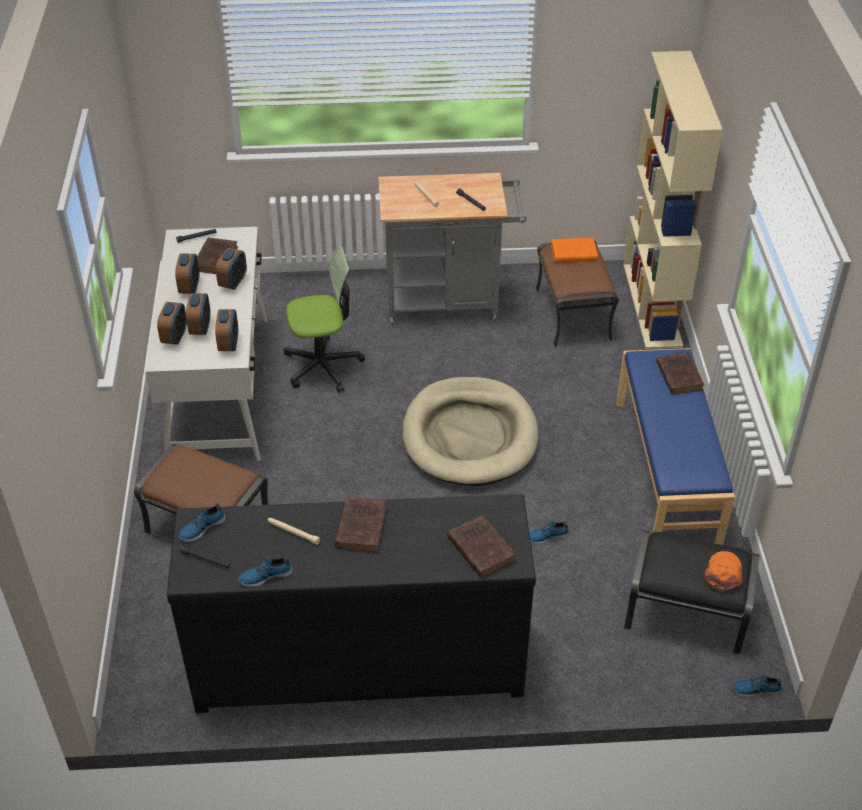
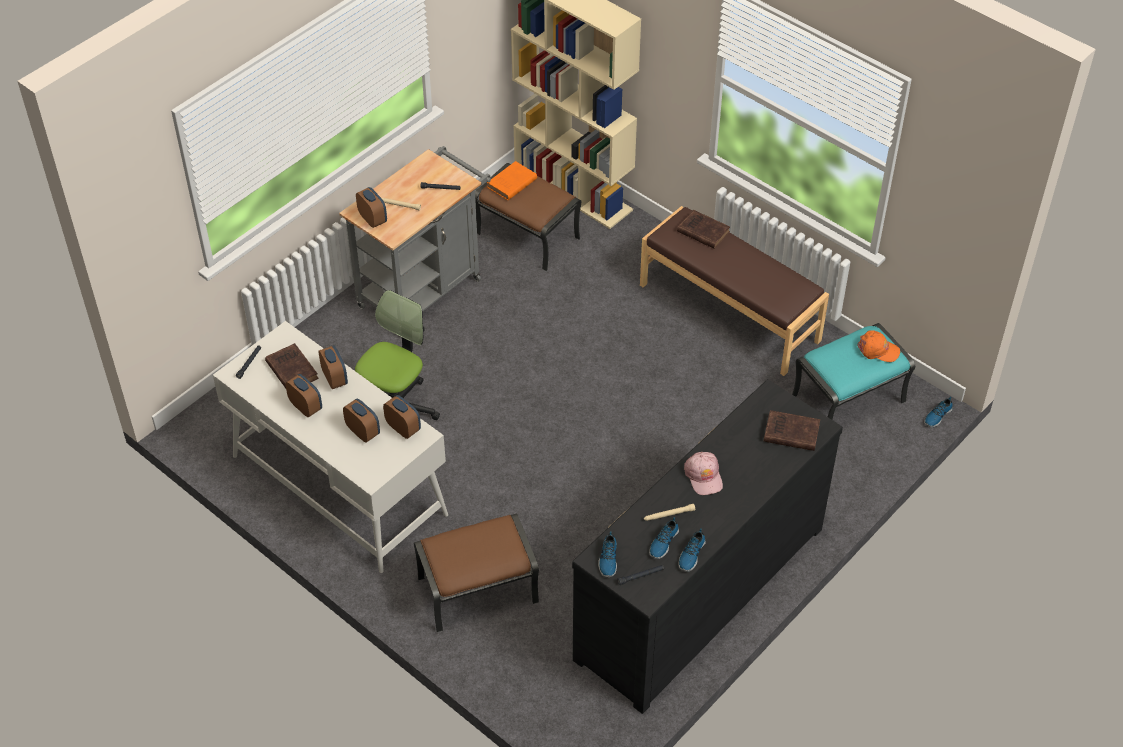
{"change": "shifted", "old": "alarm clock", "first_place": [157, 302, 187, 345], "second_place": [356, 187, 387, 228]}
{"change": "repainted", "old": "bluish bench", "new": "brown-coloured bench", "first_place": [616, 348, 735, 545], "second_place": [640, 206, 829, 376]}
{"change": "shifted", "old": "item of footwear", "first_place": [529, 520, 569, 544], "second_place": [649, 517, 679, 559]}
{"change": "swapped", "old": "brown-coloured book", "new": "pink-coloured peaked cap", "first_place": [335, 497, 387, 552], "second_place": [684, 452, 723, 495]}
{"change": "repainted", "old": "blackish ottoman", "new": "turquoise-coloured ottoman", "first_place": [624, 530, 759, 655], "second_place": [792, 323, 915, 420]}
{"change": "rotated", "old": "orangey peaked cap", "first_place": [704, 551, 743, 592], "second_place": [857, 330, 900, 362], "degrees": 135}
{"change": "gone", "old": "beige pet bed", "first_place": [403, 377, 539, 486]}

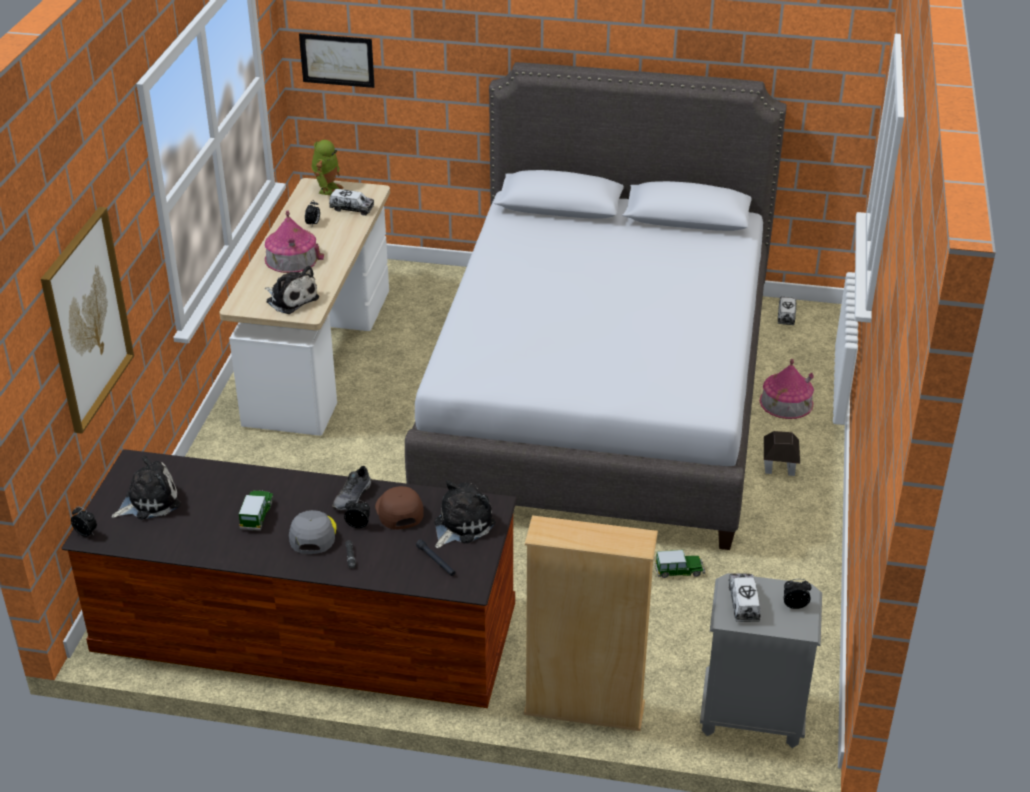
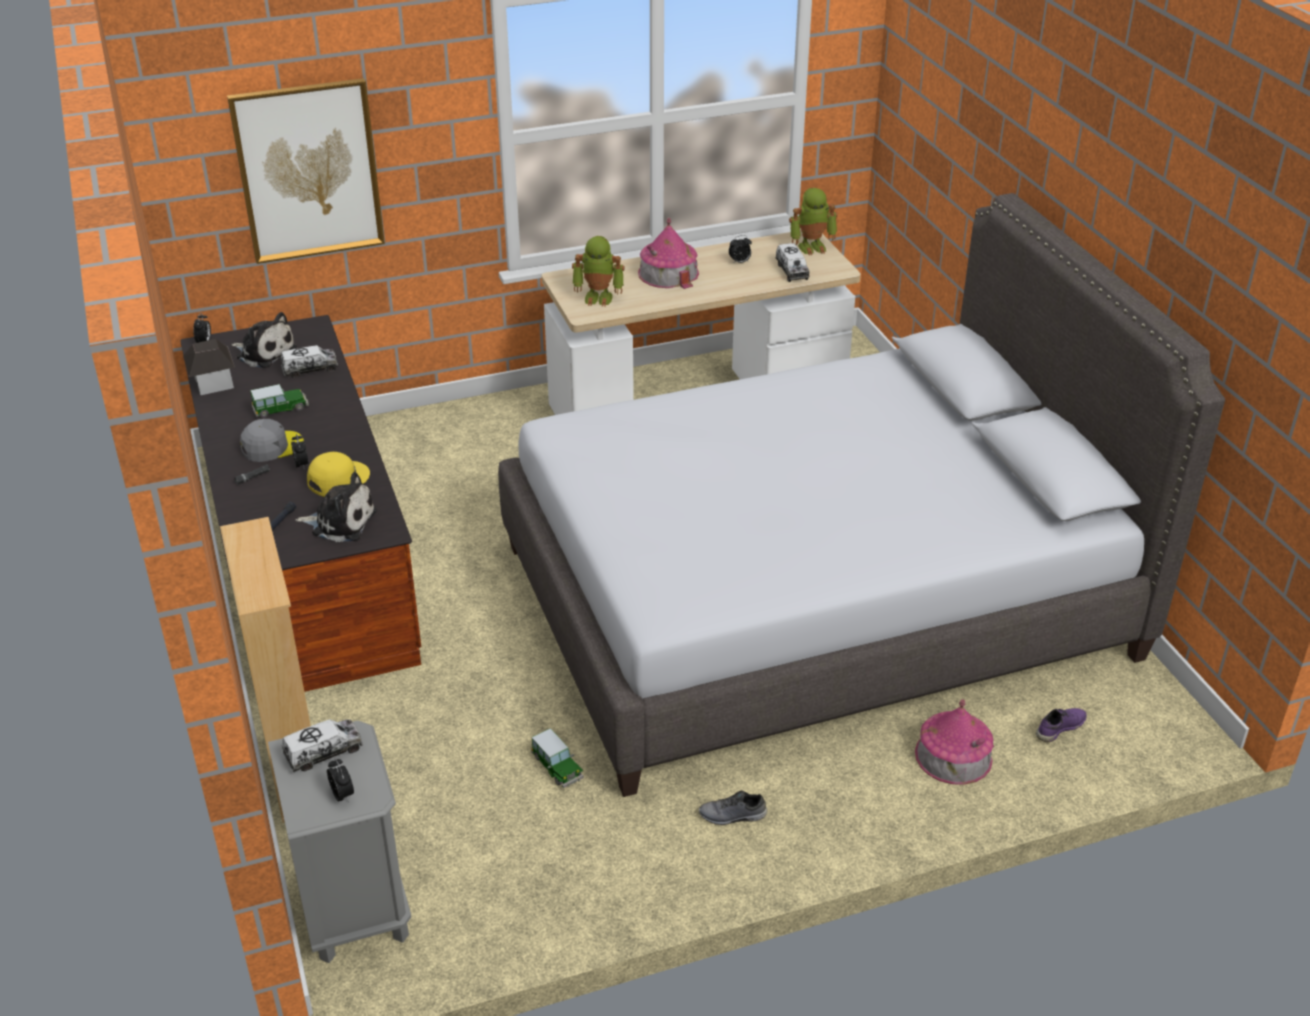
{"change": "shifted", "old": "miniature house", "first_place": [764, 431, 800, 476], "second_place": [183, 339, 235, 395]}
{"change": "shifted", "old": "toy lorry", "first_place": [778, 297, 796, 325], "second_place": [281, 345, 338, 378]}
{"change": "repainted", "old": "brown-coloured peaked cap", "new": "yellow peaked cap", "first_place": [375, 486, 424, 529], "second_place": [307, 452, 370, 497]}
{"change": "swapped", "old": "soft toy", "new": "toy robot", "first_place": [265, 266, 319, 314], "second_place": [572, 236, 625, 307]}
{"change": "shifted", "old": "gray item of footwear", "first_place": [332, 466, 371, 510], "second_place": [699, 791, 767, 825]}
{"change": "new", "new": "purple-coloured item of footwear", "second_place": [1036, 708, 1087, 742]}
{"change": "gone", "old": "picture", "first_place": [299, 33, 375, 88]}

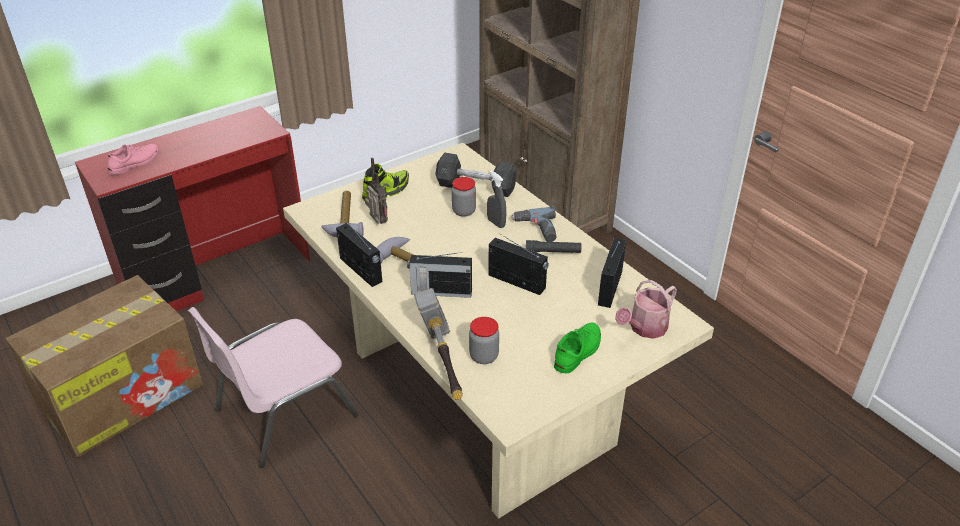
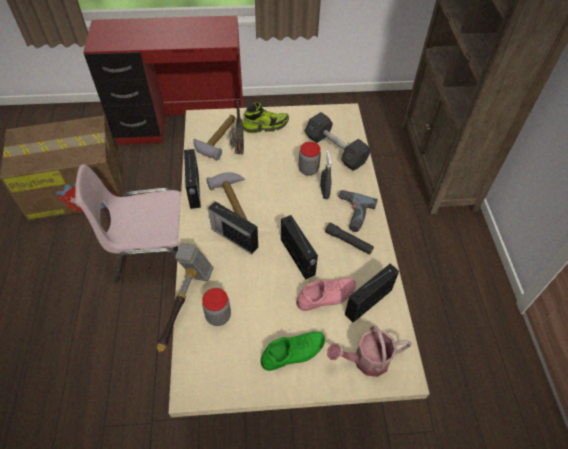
{"change": "shifted", "old": "pink-coloured item of footwear", "first_place": [108, 144, 159, 175], "second_place": [296, 278, 356, 311]}

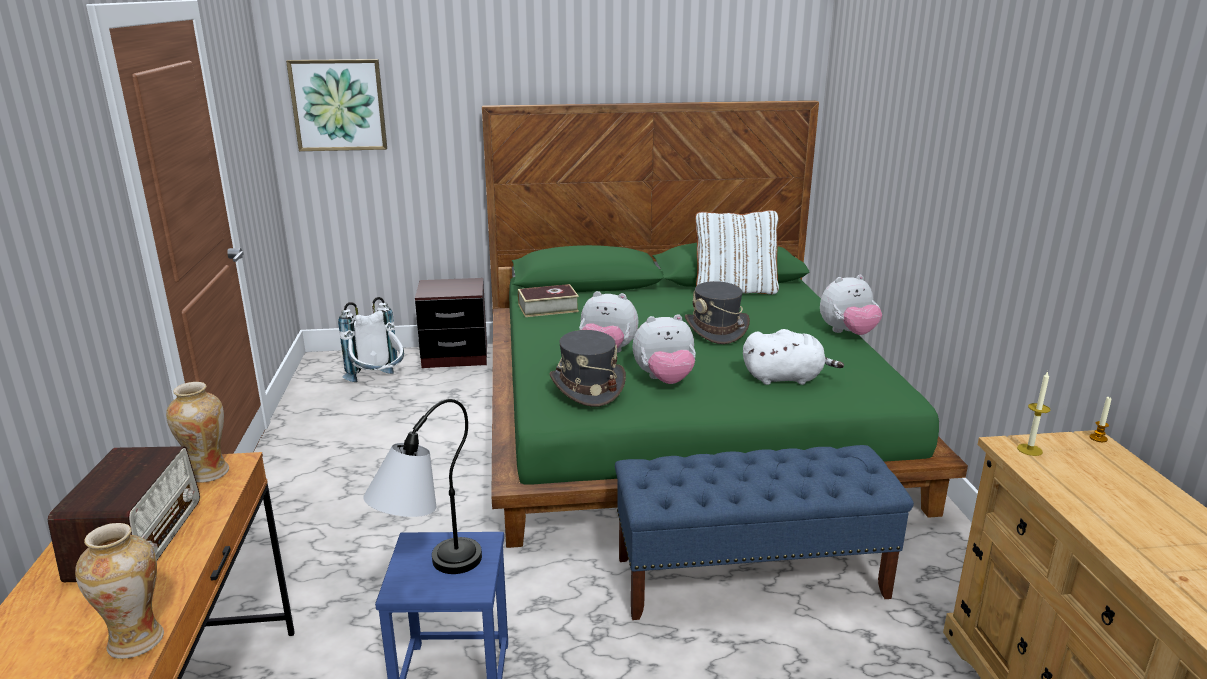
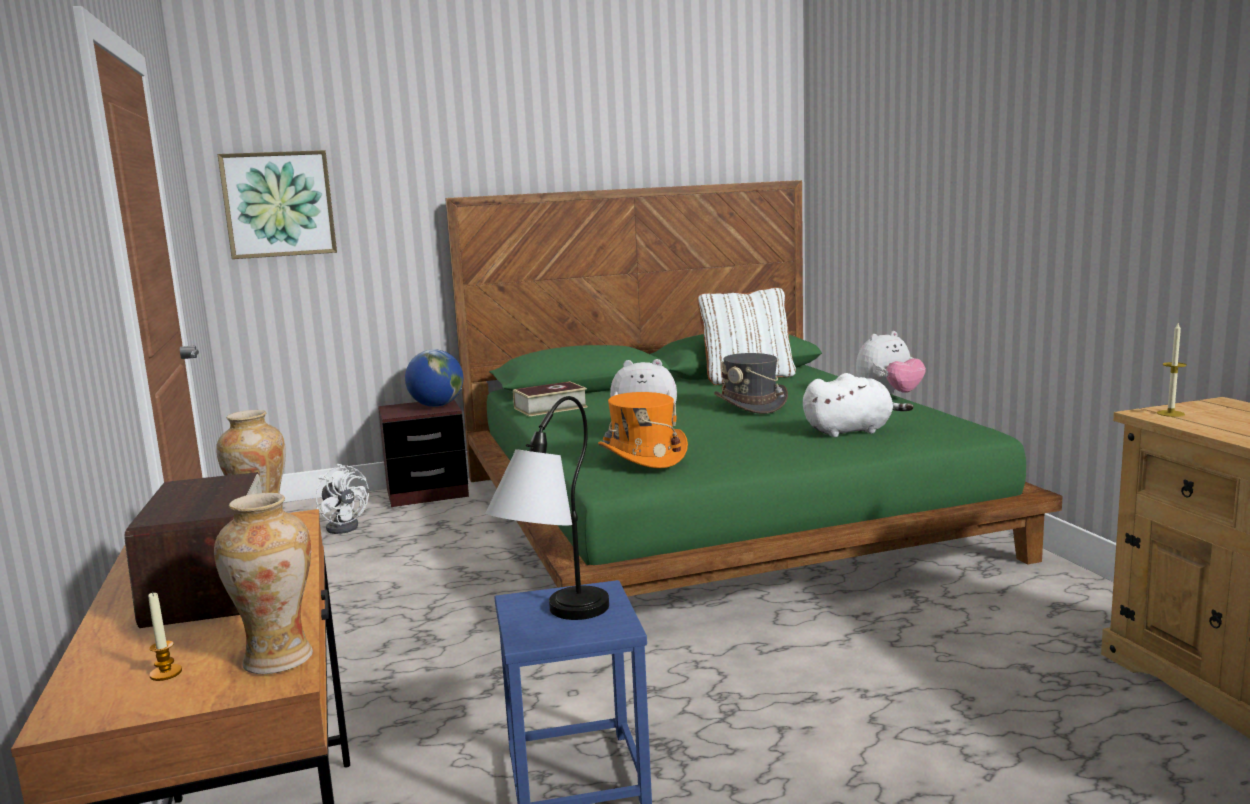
{"change": "shifted", "old": "candle", "first_place": [1090, 396, 1111, 442], "second_place": [148, 591, 182, 681]}
{"change": "swapped", "old": "whitish rucksack", "new": "whitish fan", "first_place": [338, 297, 404, 382], "second_place": [316, 464, 369, 534]}
{"change": "new", "new": "globe", "second_place": [405, 349, 463, 407]}
{"change": "repainted", "old": "gray clothing hat", "new": "orangey clothing hat", "first_place": [550, 330, 626, 407], "second_place": [598, 392, 688, 468]}
{"change": "gone", "old": "bluish bench", "first_place": [615, 445, 914, 620]}
{"change": "gone", "old": "soft toy", "first_place": [633, 314, 696, 384]}

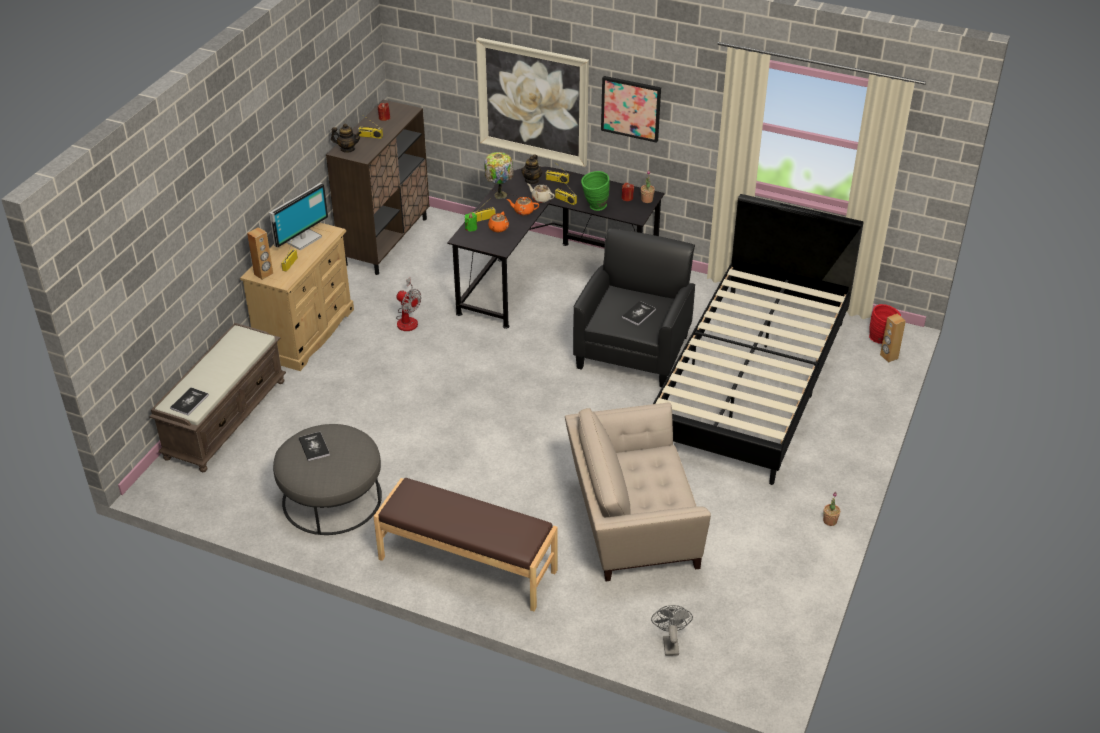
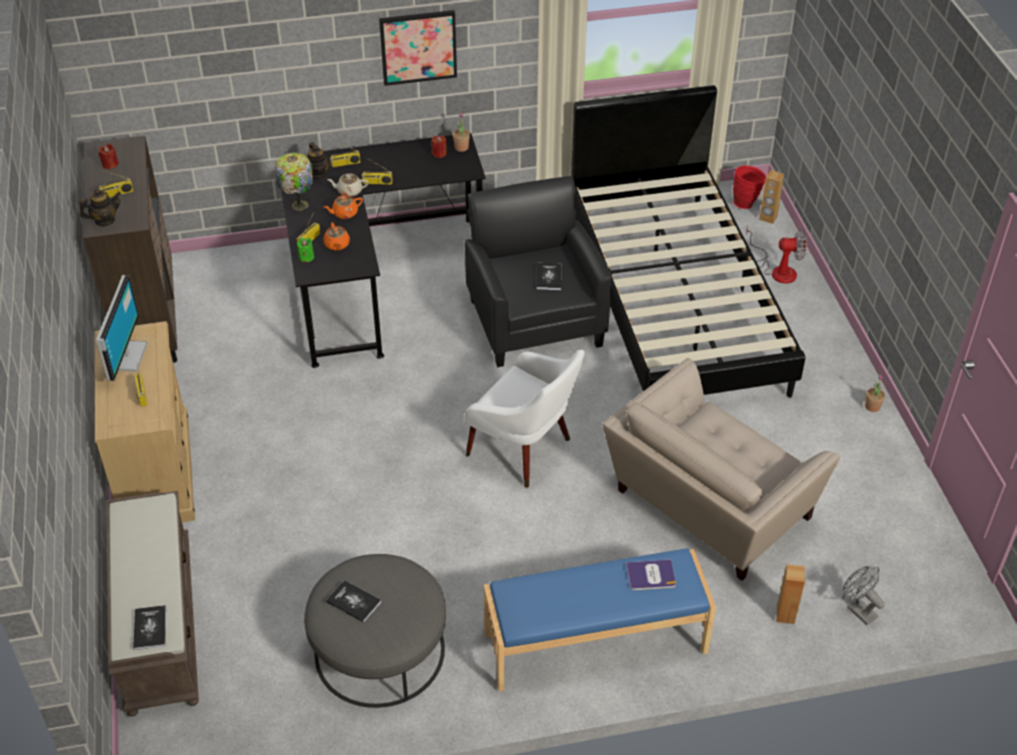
{"change": "new", "new": "whitish lounge chair", "second_place": [465, 350, 585, 488]}
{"change": "repainted", "old": "brown-coloured bench", "new": "bluish bench", "first_place": [374, 478, 558, 611], "second_place": [484, 548, 716, 691]}
{"change": "new", "new": "book", "second_place": [626, 559, 676, 590]}
{"change": "shifted", "old": "fan", "first_place": [396, 278, 422, 331], "second_place": [746, 225, 807, 284]}
{"change": "shifted", "old": "brown-coloured speaker", "first_place": [247, 227, 273, 280], "second_place": [777, 565, 805, 624]}
{"change": "gone", "old": "picture", "first_place": [476, 37, 589, 167]}
{"change": "gone", "old": "green flower vase", "first_place": [581, 171, 610, 211]}

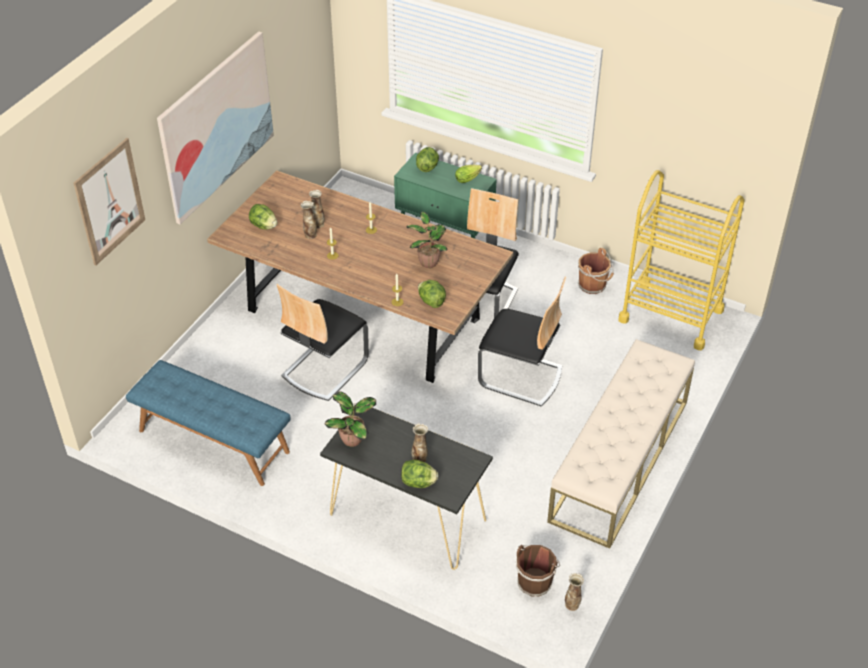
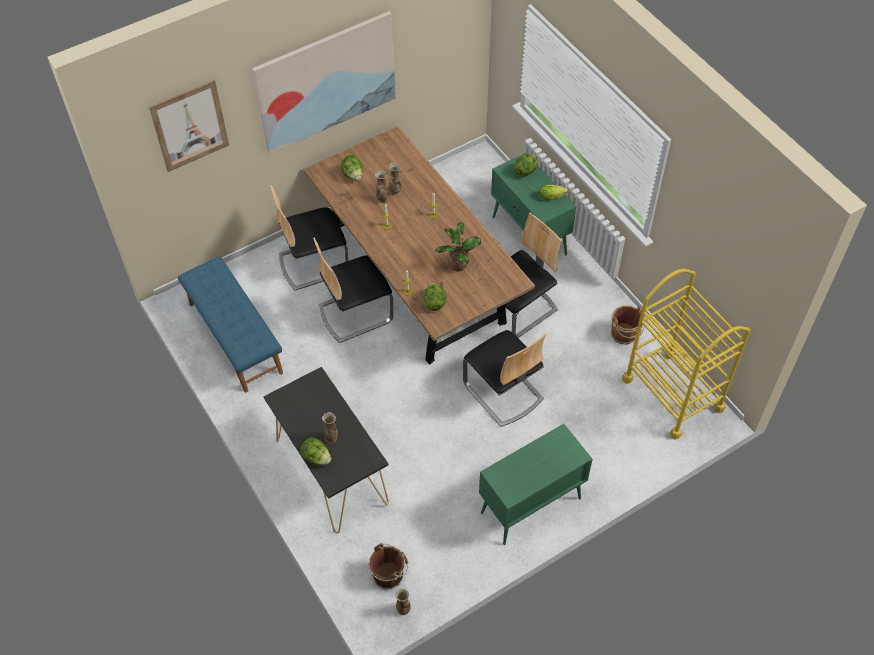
{"change": "new", "new": "plain chair", "second_place": [270, 185, 348, 291]}
{"change": "swapped", "old": "beige bench", "new": "green cabinet", "first_place": [547, 339, 695, 548], "second_place": [479, 424, 593, 545]}
{"change": "gone", "old": "houseplant", "first_place": [325, 391, 376, 447]}

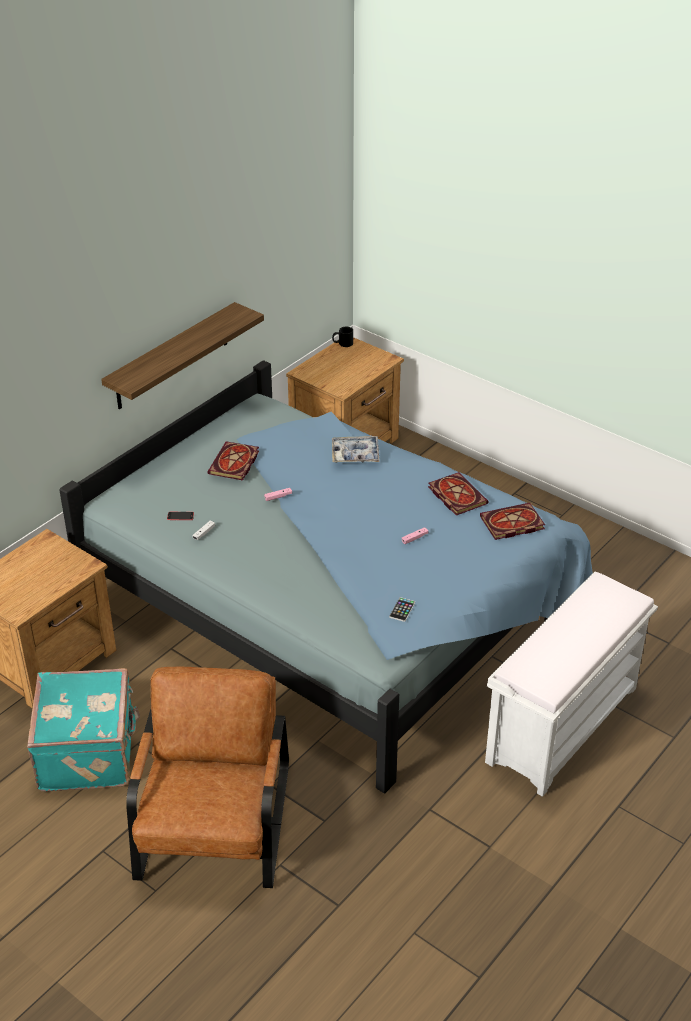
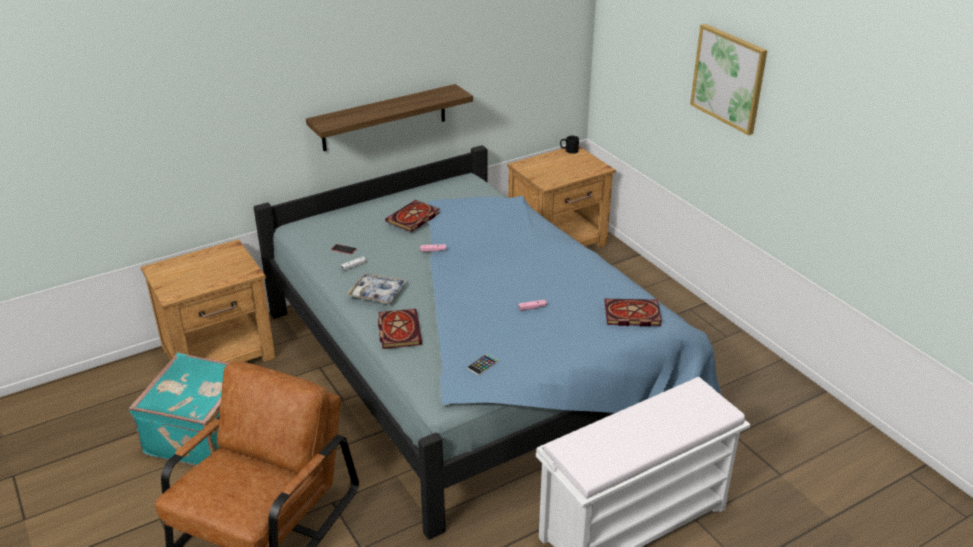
{"change": "shifted", "old": "tray", "first_place": [332, 436, 379, 463], "second_place": [346, 273, 407, 305]}
{"change": "shifted", "old": "book", "first_place": [428, 472, 488, 515], "second_place": [378, 309, 422, 349]}
{"change": "new", "new": "picture", "second_place": [690, 24, 767, 135]}

